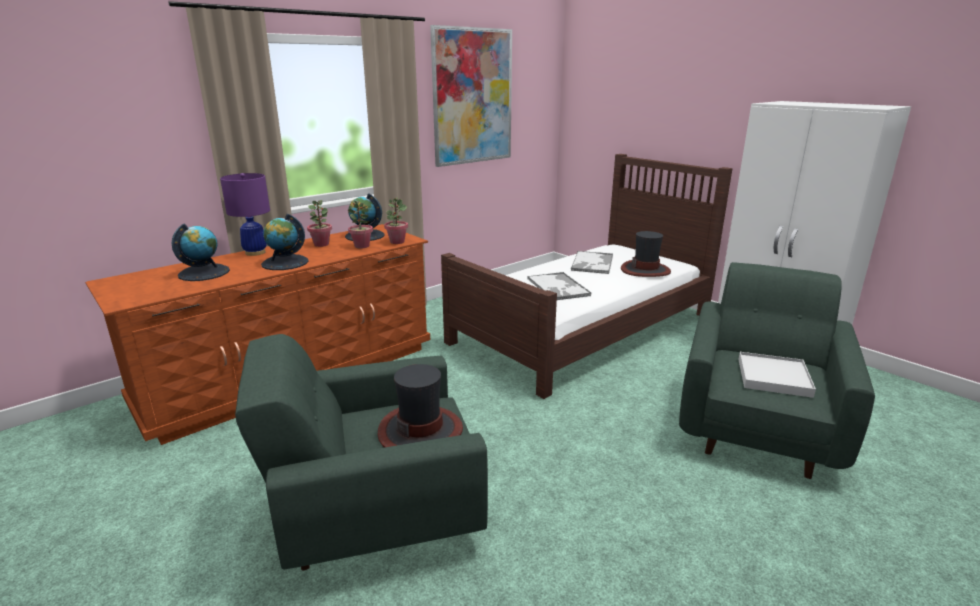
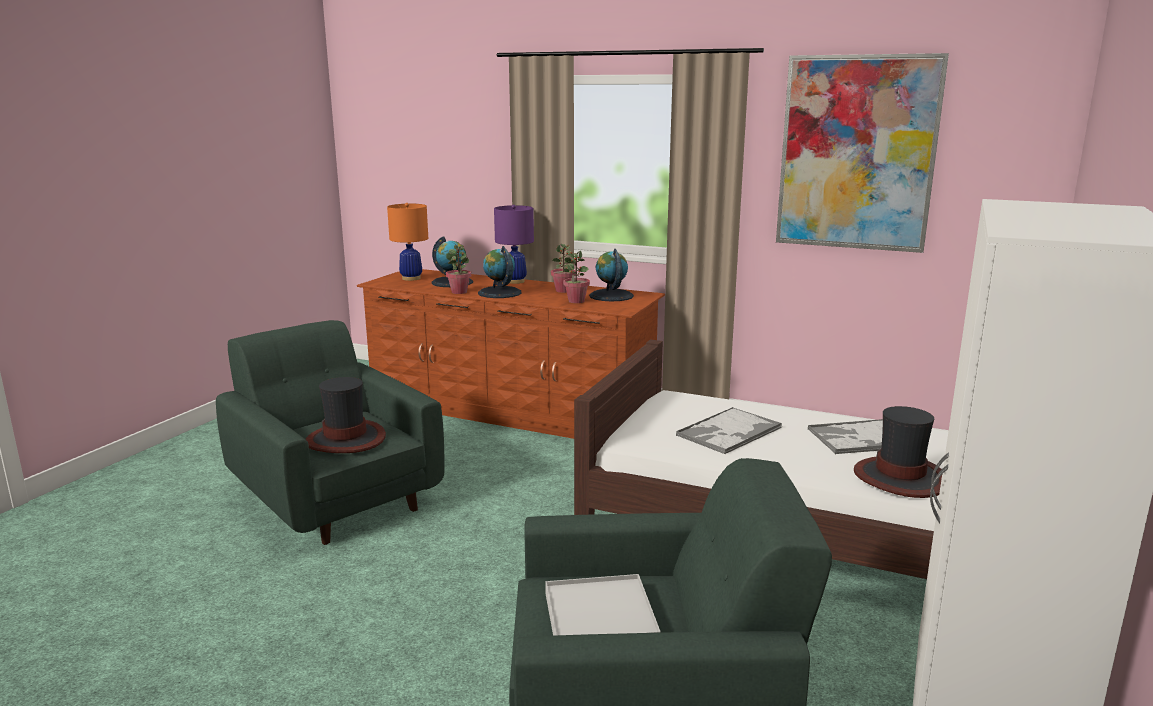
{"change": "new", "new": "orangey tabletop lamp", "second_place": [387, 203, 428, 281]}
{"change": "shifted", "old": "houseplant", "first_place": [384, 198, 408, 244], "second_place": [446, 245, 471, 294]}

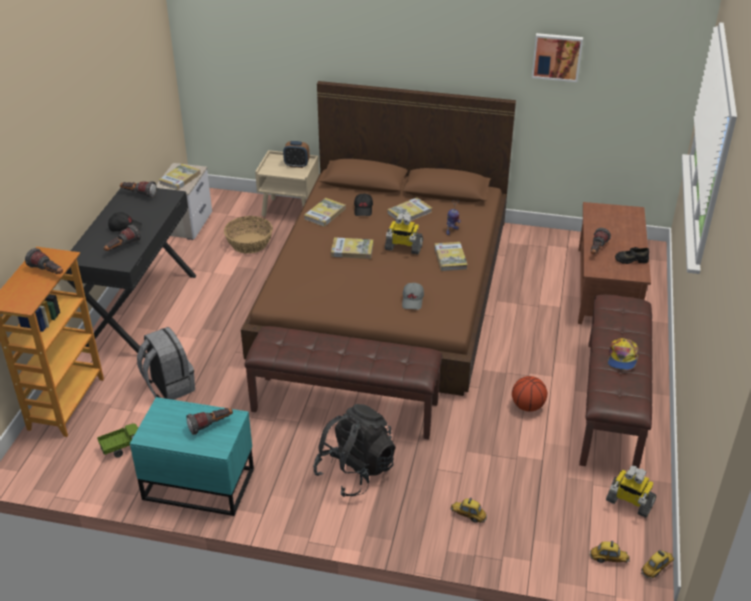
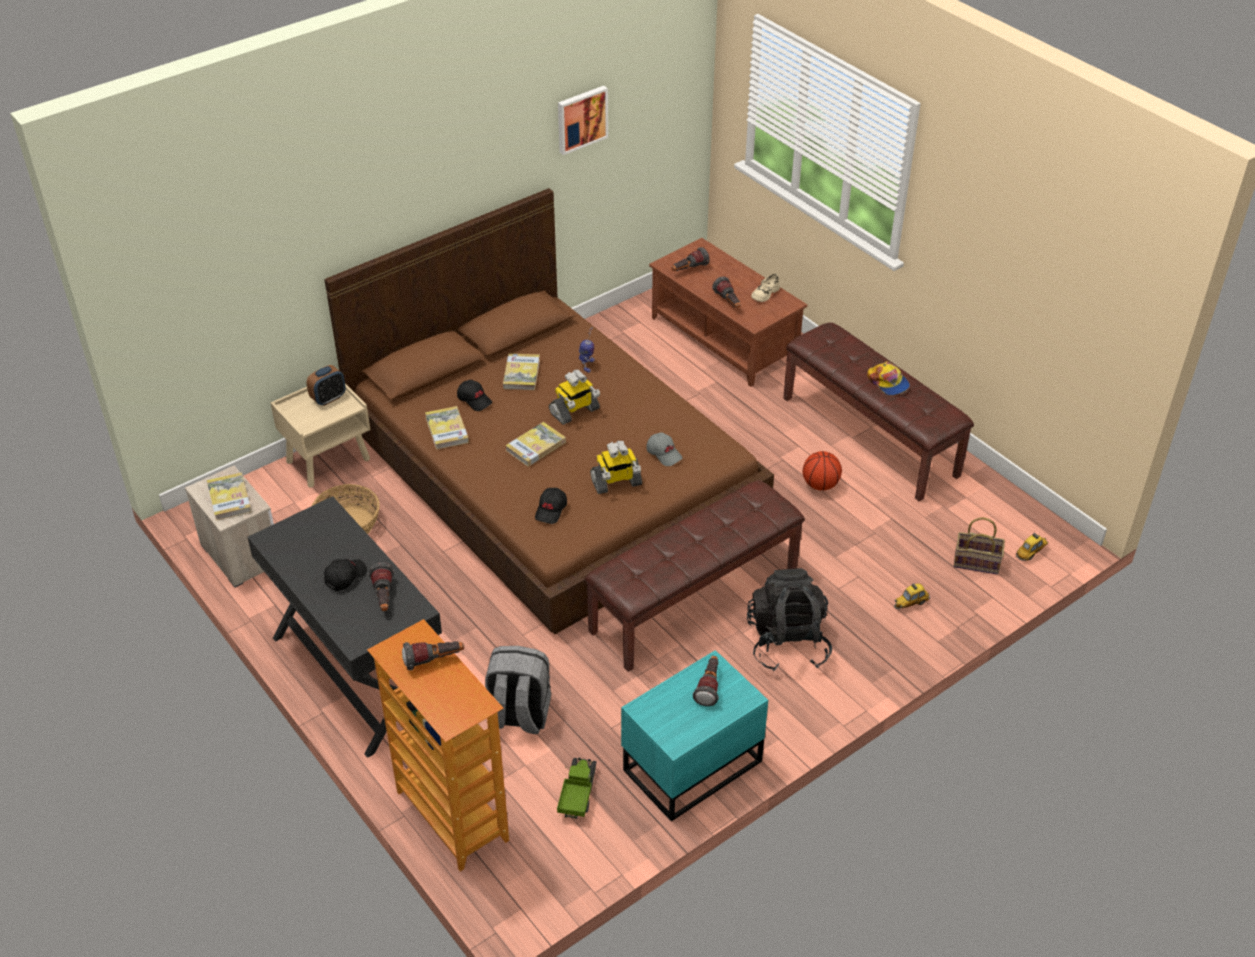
{"change": "new", "new": "blackish peaked cap", "second_place": [535, 488, 567, 524]}
{"change": "shifted", "old": "toy robot", "first_place": [606, 465, 656, 518], "second_place": [590, 441, 642, 494]}
{"change": "shifted", "old": "flashlight", "first_place": [120, 181, 157, 198], "second_place": [671, 247, 710, 271]}
{"change": "repainted", "old": "blackish item of footwear", "new": "beige item of footwear", "first_place": [615, 247, 649, 264], "second_place": [751, 273, 780, 302]}
{"change": "new", "new": "storage basket", "second_place": [954, 517, 1005, 574]}
{"change": "gone", "old": "book", "first_place": [434, 242, 468, 271]}
{"change": "gone", "old": "model car", "first_place": [641, 547, 674, 579]}

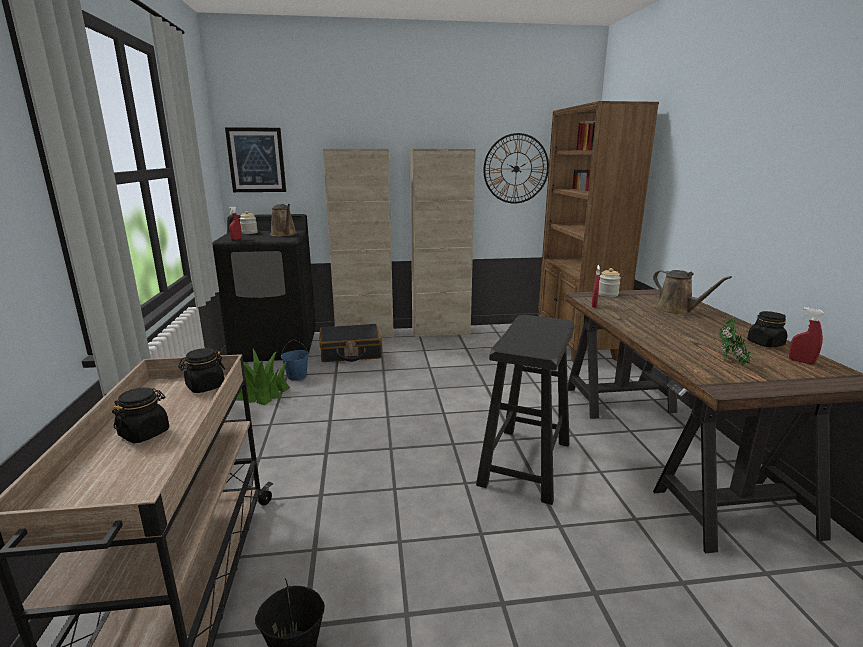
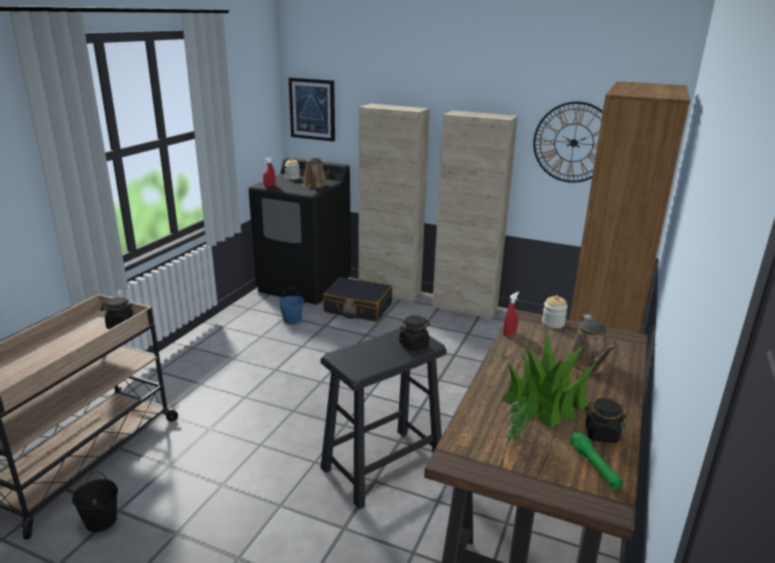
{"change": "shifted", "old": "blackish jar", "first_place": [112, 388, 169, 443], "second_place": [399, 315, 430, 351]}
{"change": "shifted", "old": "houseplant", "first_place": [236, 349, 290, 405], "second_place": [502, 330, 596, 428]}
{"change": "swapped", "old": "reddish sprayer", "new": "green flashlight", "first_place": [789, 307, 824, 365], "second_place": [570, 432, 623, 489]}

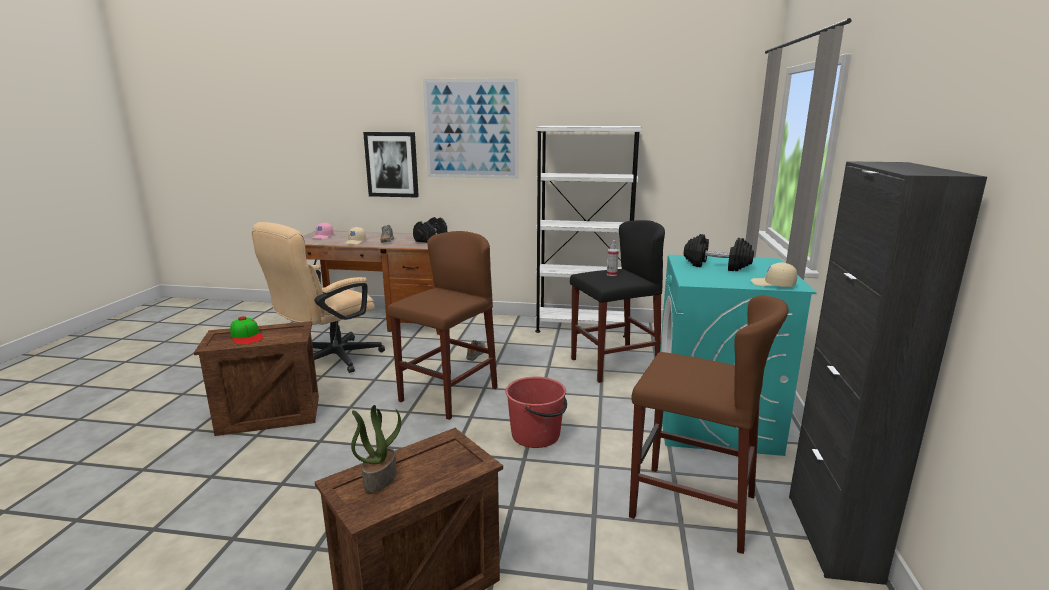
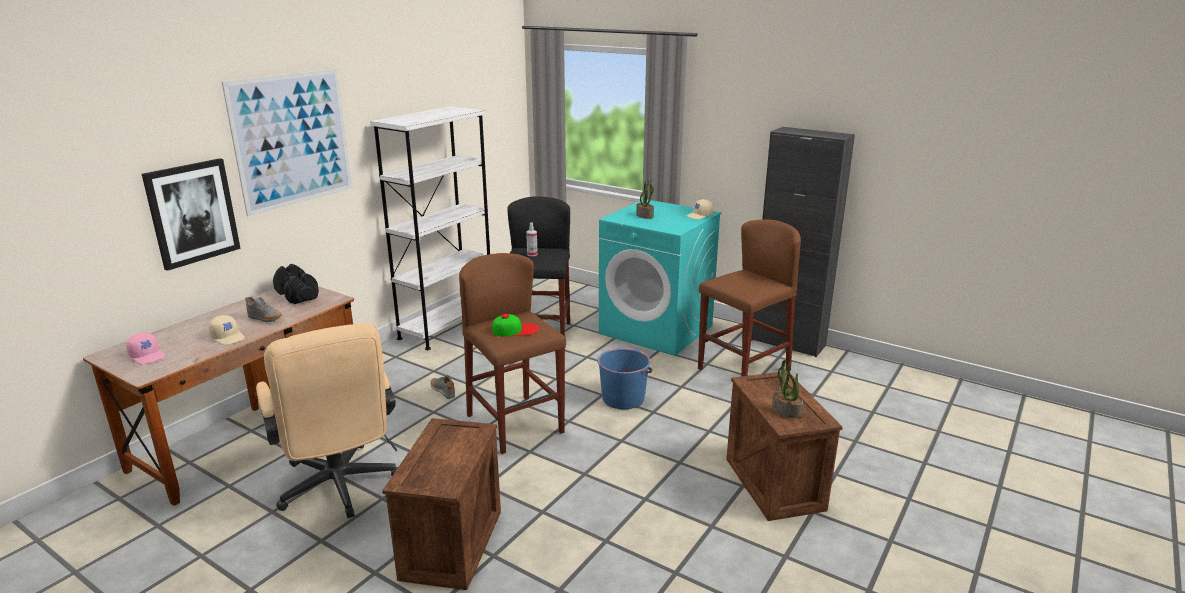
{"change": "shifted", "old": "peaked cap", "first_place": [230, 316, 263, 345], "second_place": [492, 314, 539, 337]}
{"change": "repainted", "old": "reddish water bucket", "new": "bluish water bucket", "first_place": [505, 377, 567, 448], "second_place": [597, 348, 652, 409]}
{"change": "swapped", "old": "blackish dumbbell", "new": "houseplant", "first_place": [684, 234, 754, 271], "second_place": [636, 178, 654, 219]}

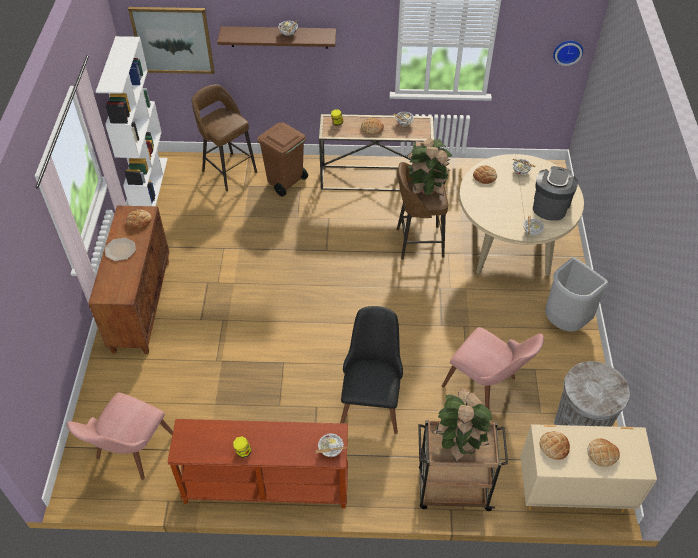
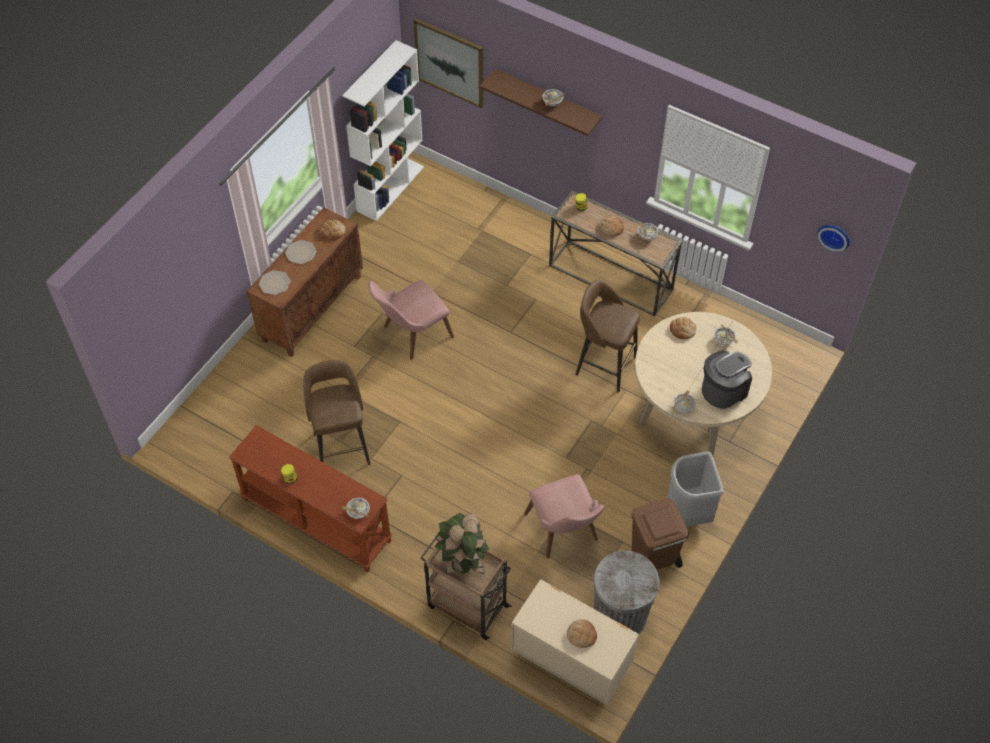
{"change": "new", "new": "plate", "second_place": [259, 270, 291, 295]}
{"change": "shifted", "old": "brown-coloured stool", "first_place": [192, 84, 257, 191], "second_place": [303, 360, 371, 465]}
{"change": "shifted", "old": "pink-coloured plain chair", "first_place": [66, 393, 173, 480], "second_place": [368, 280, 454, 360]}
{"change": "shifted", "old": "brown-coloured waste bin", "first_place": [257, 123, 308, 197], "second_place": [631, 498, 689, 570]}
{"change": "gone", "old": "blackish plain chair", "first_place": [340, 306, 403, 434]}
{"change": "gone", "old": "houseplant", "first_place": [407, 138, 452, 196]}
{"change": "gone", "old": "bakery bread", "first_place": [540, 431, 570, 460]}

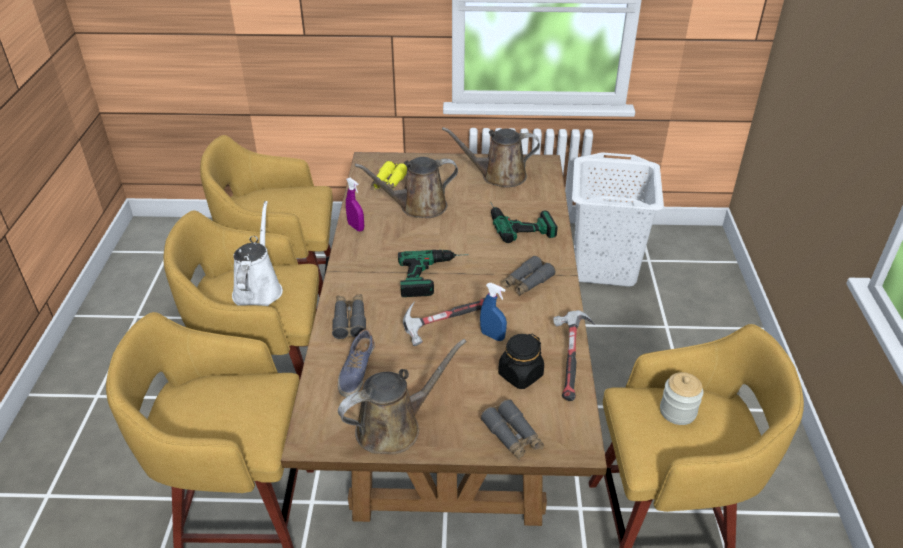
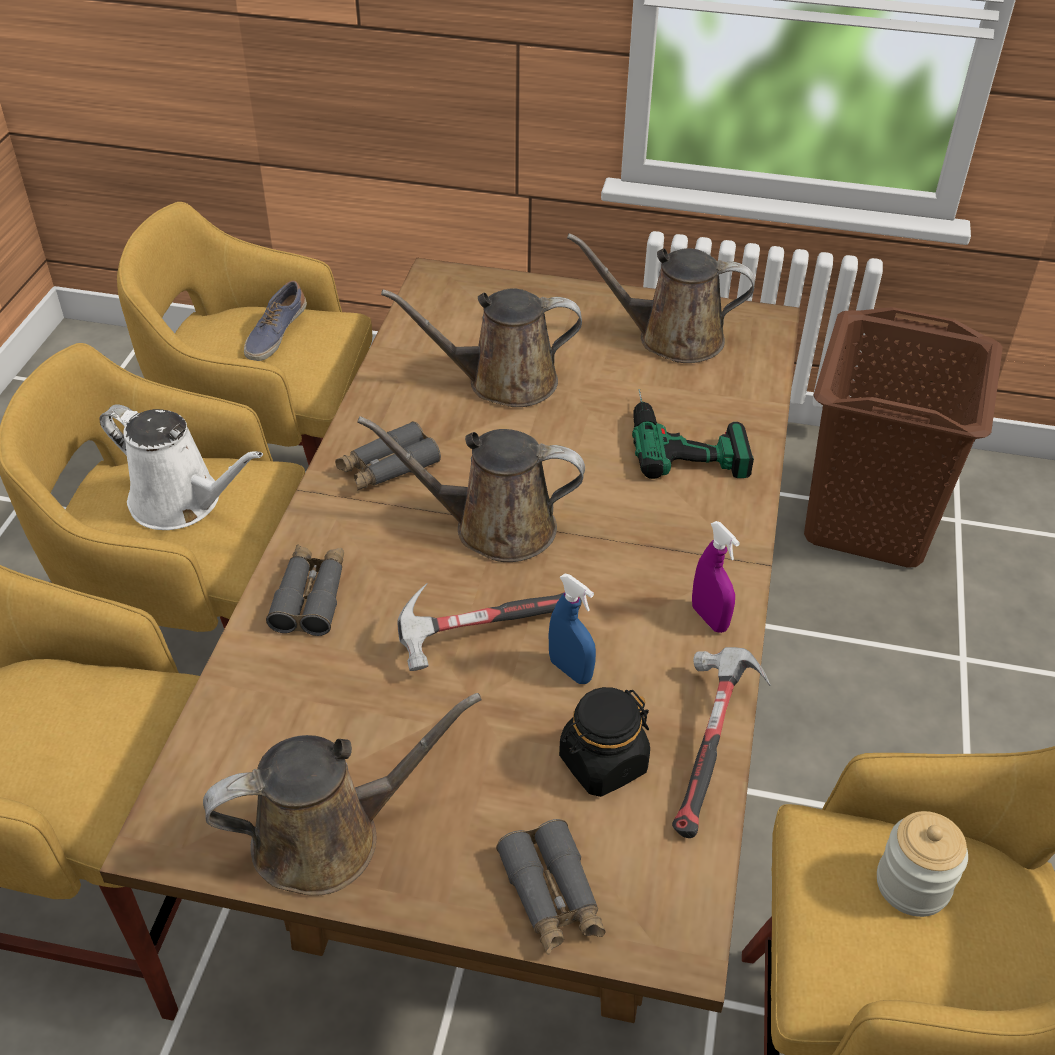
{"change": "rotated", "old": "whitish sprinkling can", "first_place": [232, 201, 283, 306], "second_place": [100, 404, 263, 530], "degrees": 105}
{"change": "shifted", "old": "item of footwear", "first_place": [338, 329, 375, 397], "second_place": [244, 280, 307, 361]}
{"change": "shifted", "old": "gray binoculars", "first_place": [501, 256, 555, 296], "second_place": [335, 421, 441, 491]}
{"change": "swapped", "old": "drill", "new": "brown-coloured sprinkling can", "first_place": [398, 250, 469, 297], "second_place": [357, 416, 585, 562]}
{"change": "shifted", "old": "purple-coloured sprayer", "first_place": [346, 178, 364, 231], "second_place": [692, 521, 740, 633]}
{"change": "repainted", "old": "whitish hamper", "new": "brown-coloured hamper", "first_place": [572, 152, 664, 287], "second_place": [804, 307, 1003, 568]}
{"change": "gone", "old": "yellow binoculars", "first_place": [371, 161, 407, 190]}

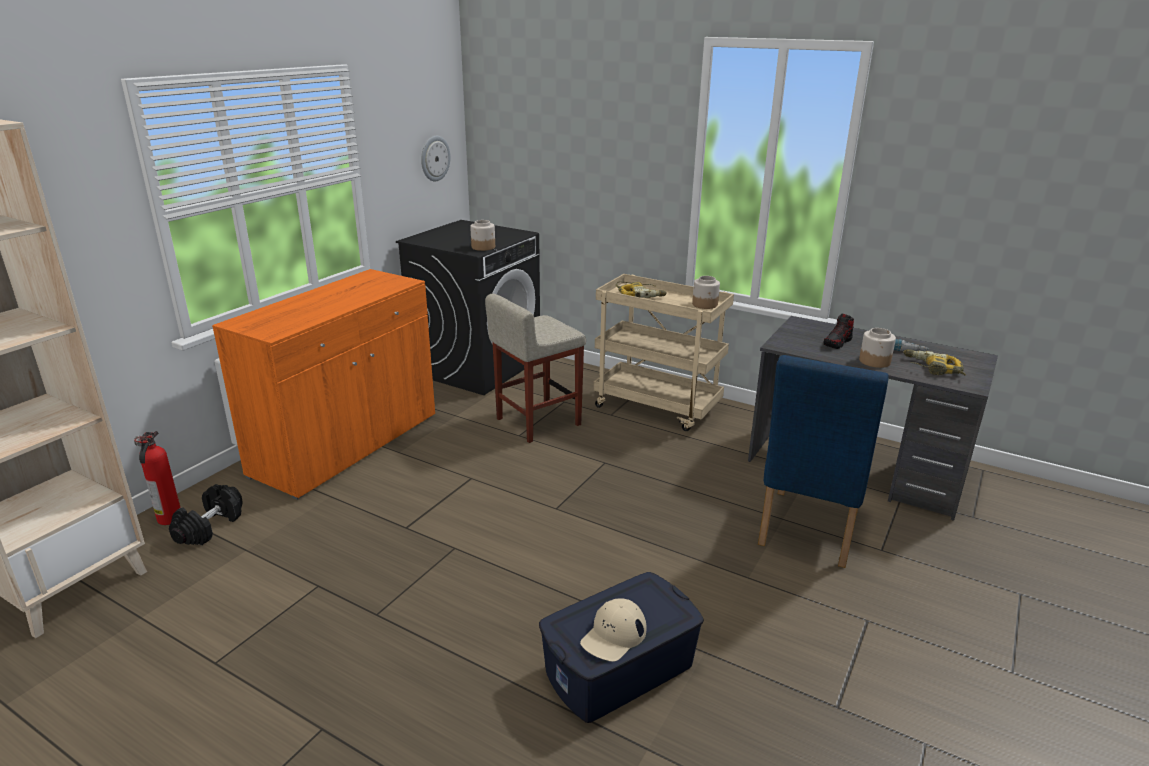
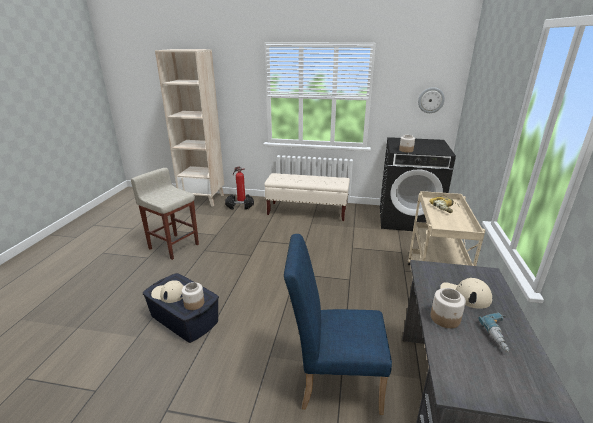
{"change": "shifted", "old": "beige stool", "first_place": [485, 294, 586, 443], "second_place": [131, 168, 199, 260]}
{"change": "shifted", "old": "jar", "first_place": [692, 276, 720, 309], "second_place": [182, 282, 204, 310]}
{"change": "swapped", "old": "orangey cabinet", "new": "beige bench", "first_place": [212, 269, 435, 500], "second_place": [264, 173, 350, 221]}
{"change": "swapped", "old": "item of footwear", "new": "beige peaked cap", "first_place": [824, 313, 854, 349], "second_place": [440, 278, 492, 309]}
{"change": "gone", "old": "drill", "first_place": [903, 349, 966, 376]}

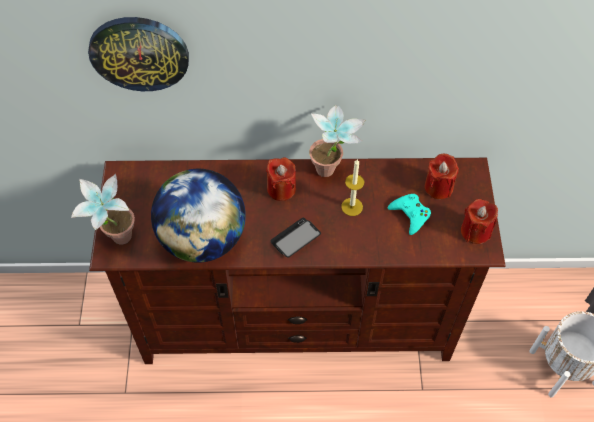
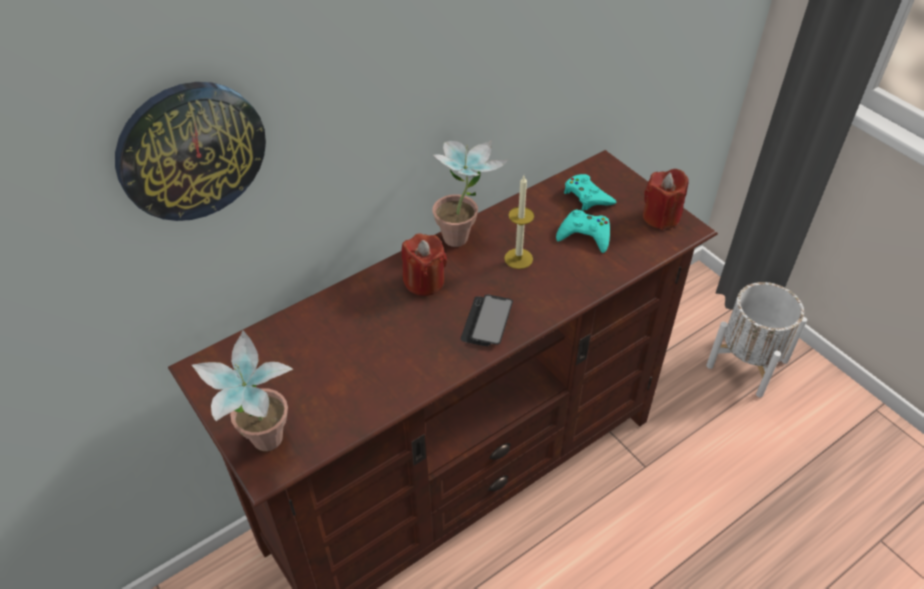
{"change": "swapped", "old": "reddish candle", "new": "turquoise-coloured gamepad", "first_place": [424, 154, 459, 199], "second_place": [564, 174, 616, 211]}
{"change": "gone", "old": "globe", "first_place": [151, 169, 246, 263]}

